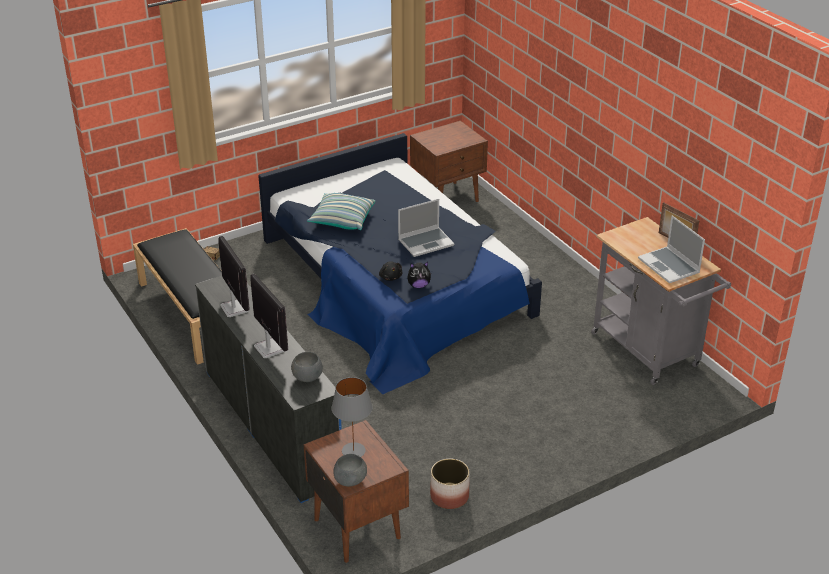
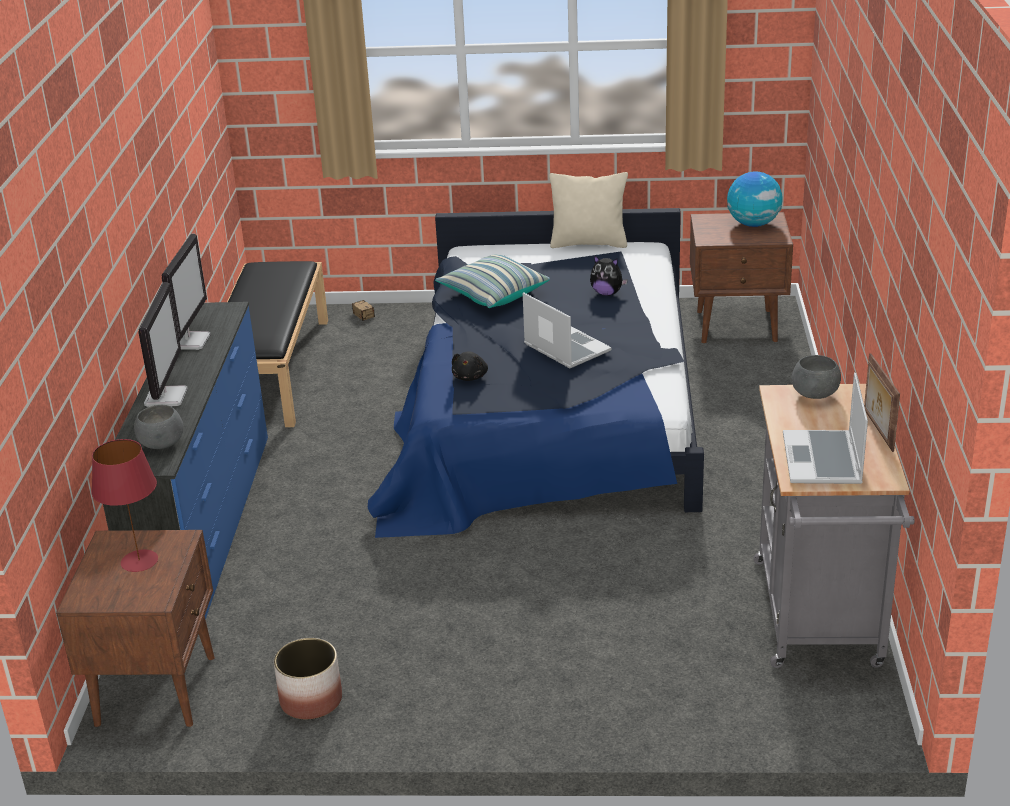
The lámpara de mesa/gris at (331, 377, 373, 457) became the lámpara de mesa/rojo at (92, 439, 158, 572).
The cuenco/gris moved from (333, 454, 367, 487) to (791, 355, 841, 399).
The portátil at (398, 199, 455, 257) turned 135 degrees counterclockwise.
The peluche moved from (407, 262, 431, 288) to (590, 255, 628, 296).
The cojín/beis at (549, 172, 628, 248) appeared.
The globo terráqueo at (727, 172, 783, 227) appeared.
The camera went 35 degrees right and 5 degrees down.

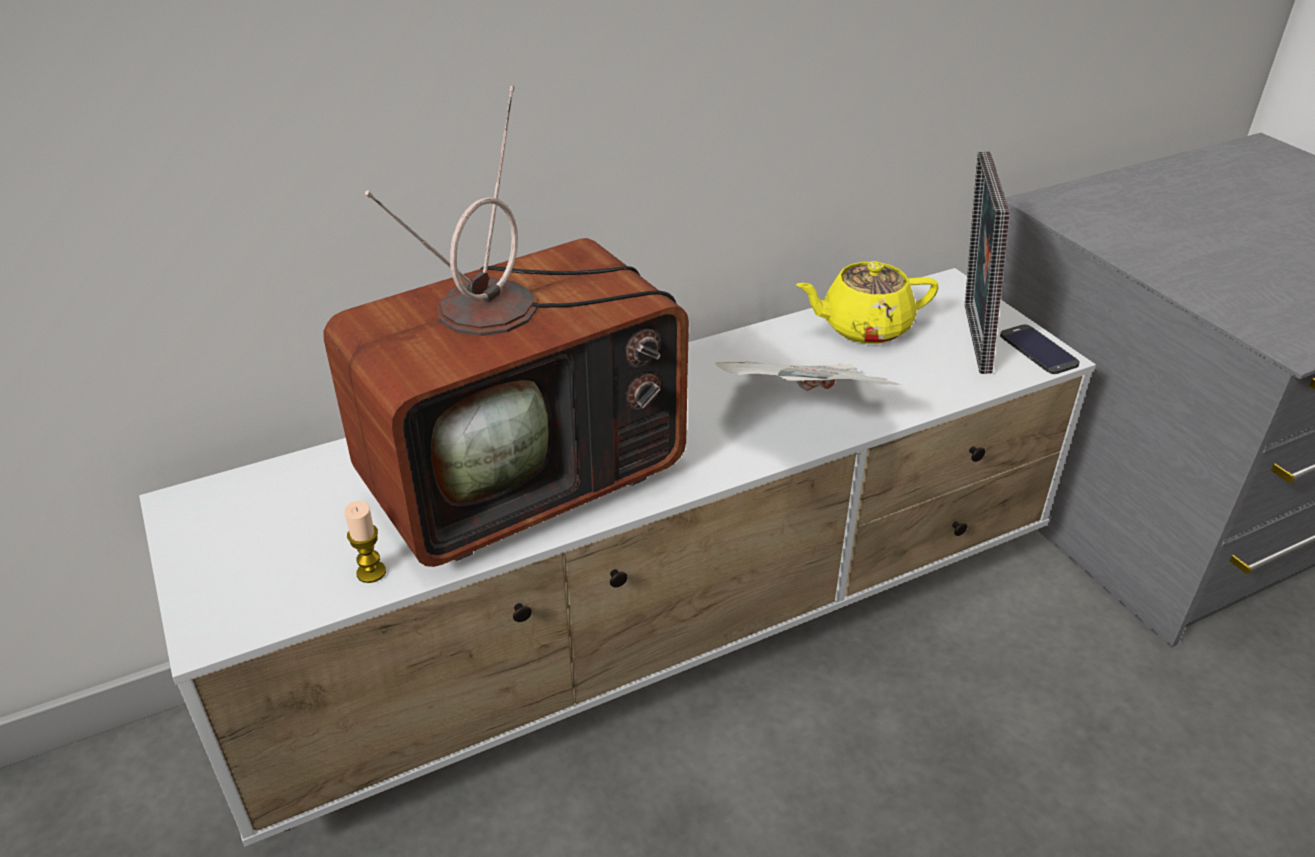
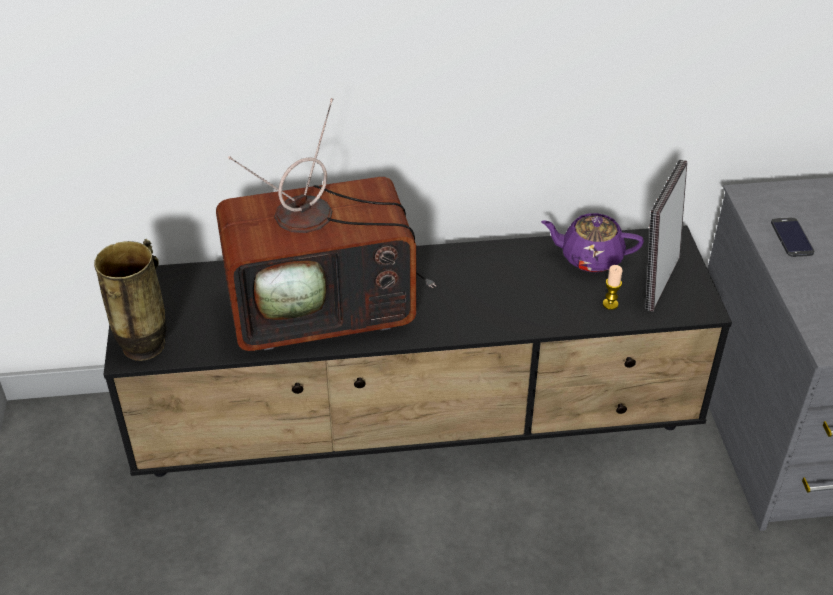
The mueble de televisión/blanco at (139, 268, 1096, 847) became the mueble de televisión/negro at (103, 226, 732, 477).
The vela moved from (345, 501, 386, 583) to (603, 265, 622, 310).
The periódico at (716, 361, 901, 391) disappeared.
The tetera/amarillo at (796, 261, 939, 344) became the tetera/morado at (541, 213, 644, 272).
The móvil moved from (1000, 324, 1080, 374) to (771, 217, 814, 257).
The florero at (94, 239, 166, 361) appeared.
The camera went 20 degrees right and 5 degrees up.

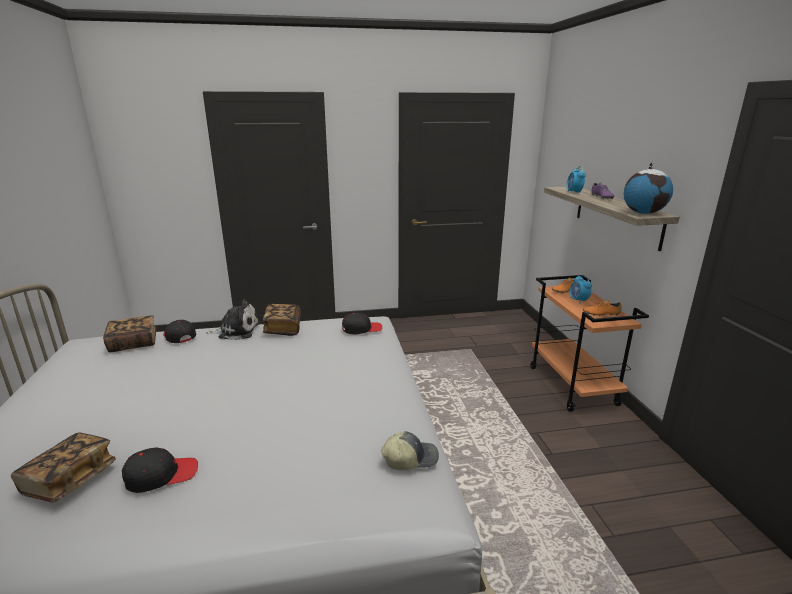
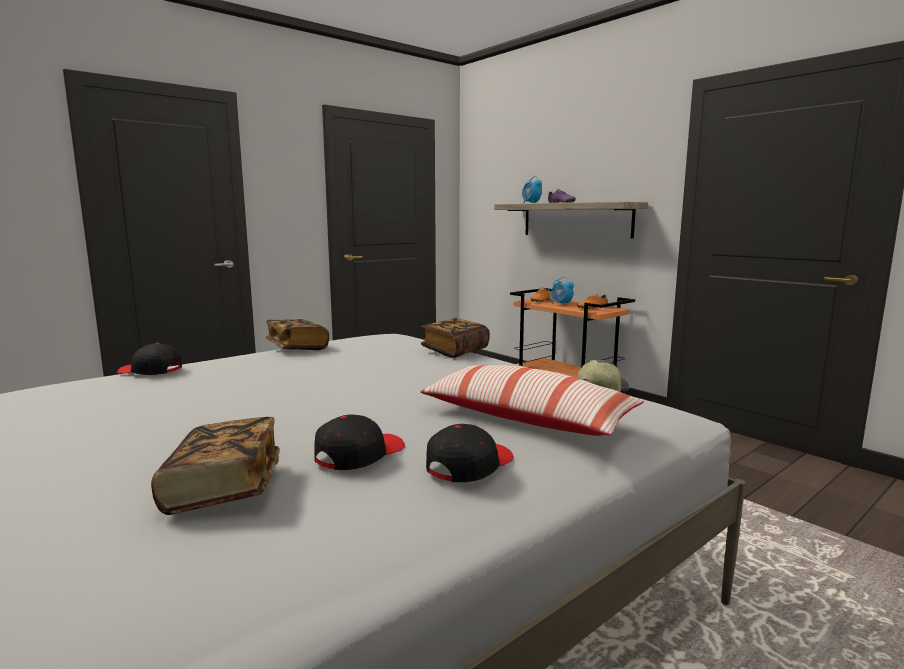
The libro moved from (103, 315, 157, 352) to (421, 318, 489, 358).
The peluche at (206, 299, 259, 340) disappeared.
The gorra/negro moved from (342, 312, 382, 334) to (426, 424, 514, 482).
The globo terráqueo at (623, 162, 673, 214) disappeared.
The cojín at (420, 365, 644, 436) appeared.
The camera went 30 degrees left and 10 degrees down.

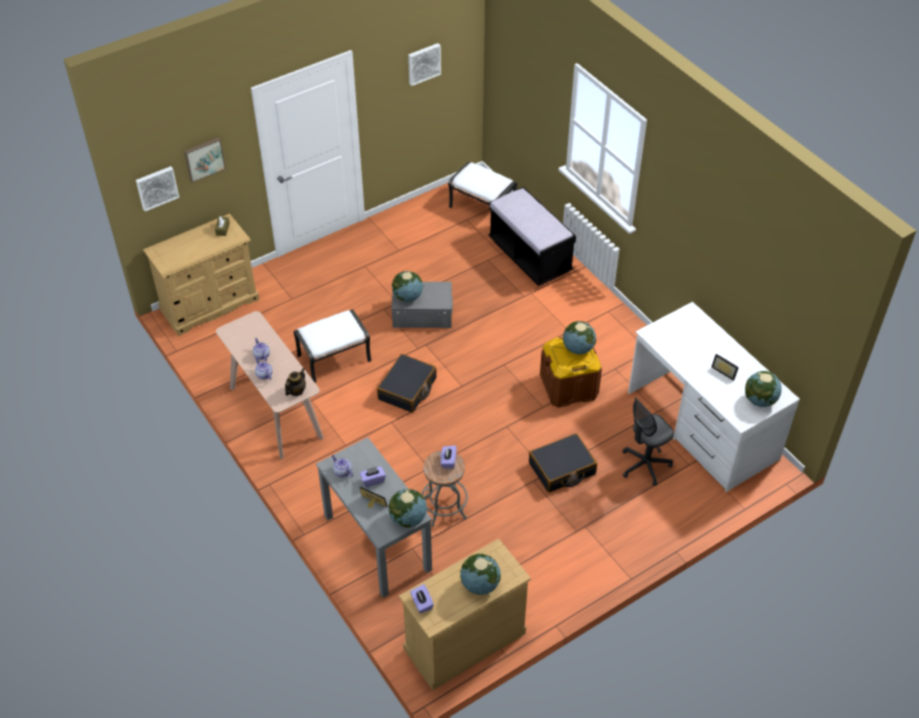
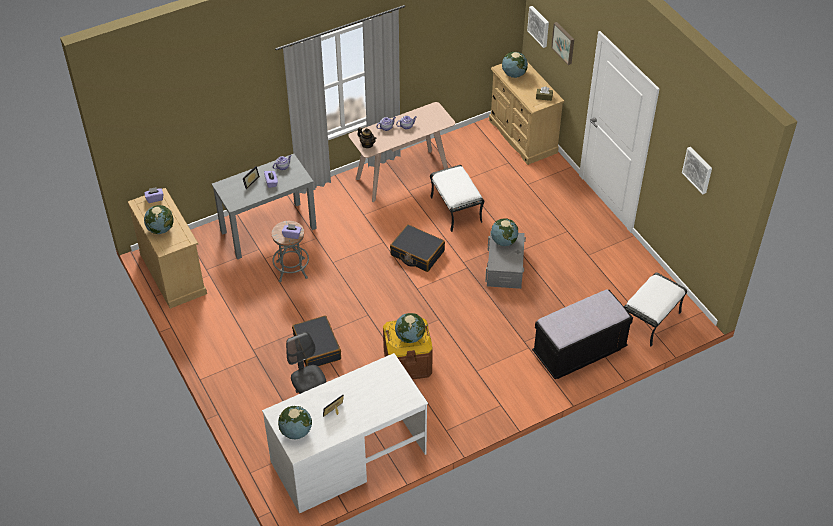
The globo terráqueo moved from (388, 489, 427, 528) to (502, 52, 528, 78).
The camera went 95 degrees right and 0 degrees up.

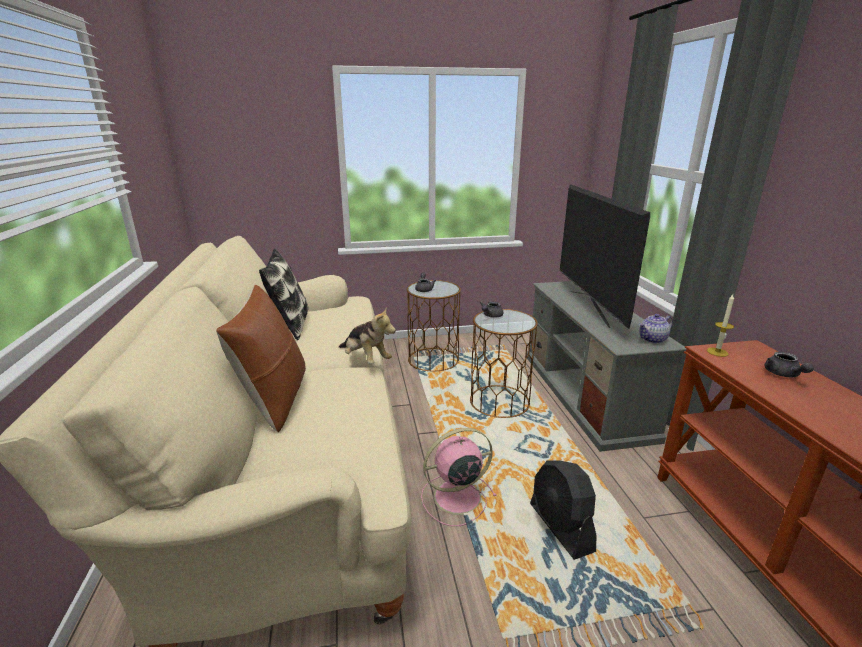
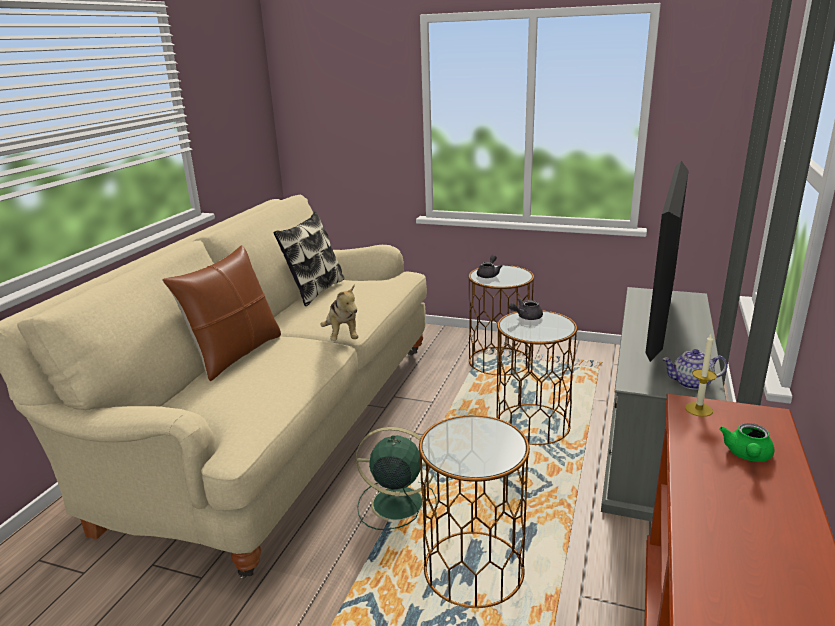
The ventilador/rosa at (421, 428, 497, 526) became the ventilador/verde at (356, 427, 437, 530).
The ventilador/negro at (530, 461, 596, 560) was replaced by the mesa auxiliar/marrón at (419, 415, 530, 608).
The tetera/gris at (764, 352, 814, 377) became the tetera/verde at (719, 423, 774, 462).
The camera went 30 degrees right and 0 degrees up.

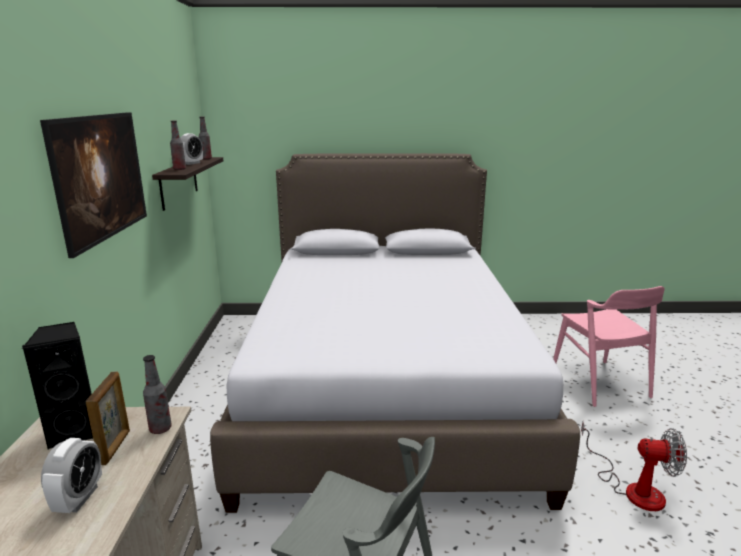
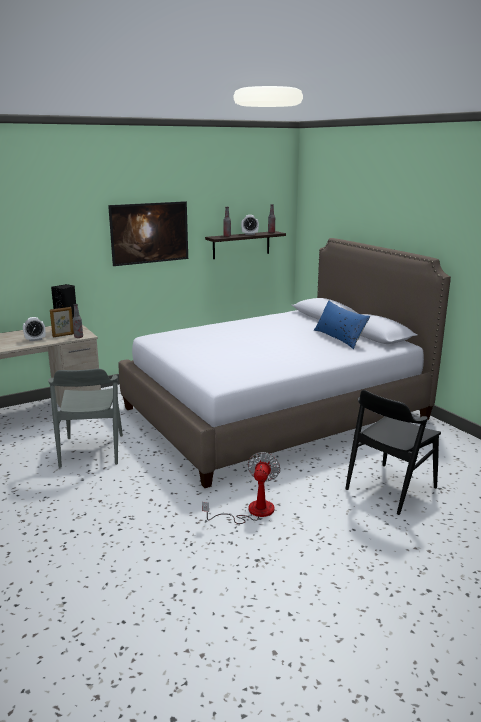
The silla/rosa at (553, 286, 665, 407) became the silla/negro at (345, 390, 441, 515).
The ventilador at (581, 422, 687, 511) turned 150 degrees counterclockwise.
The cojín/azul at (314, 301, 370, 349) appeared.
The camera went 60 degrees right and 0 degrees up.

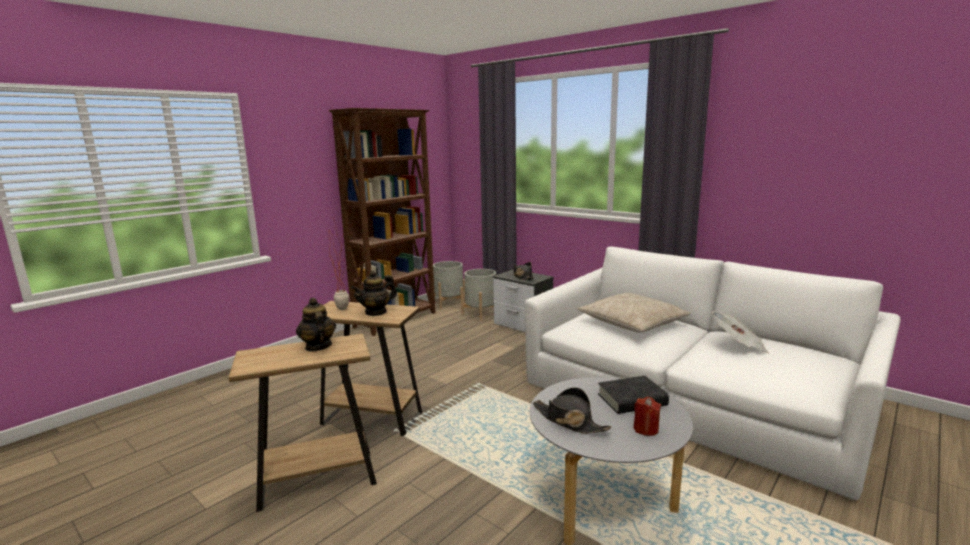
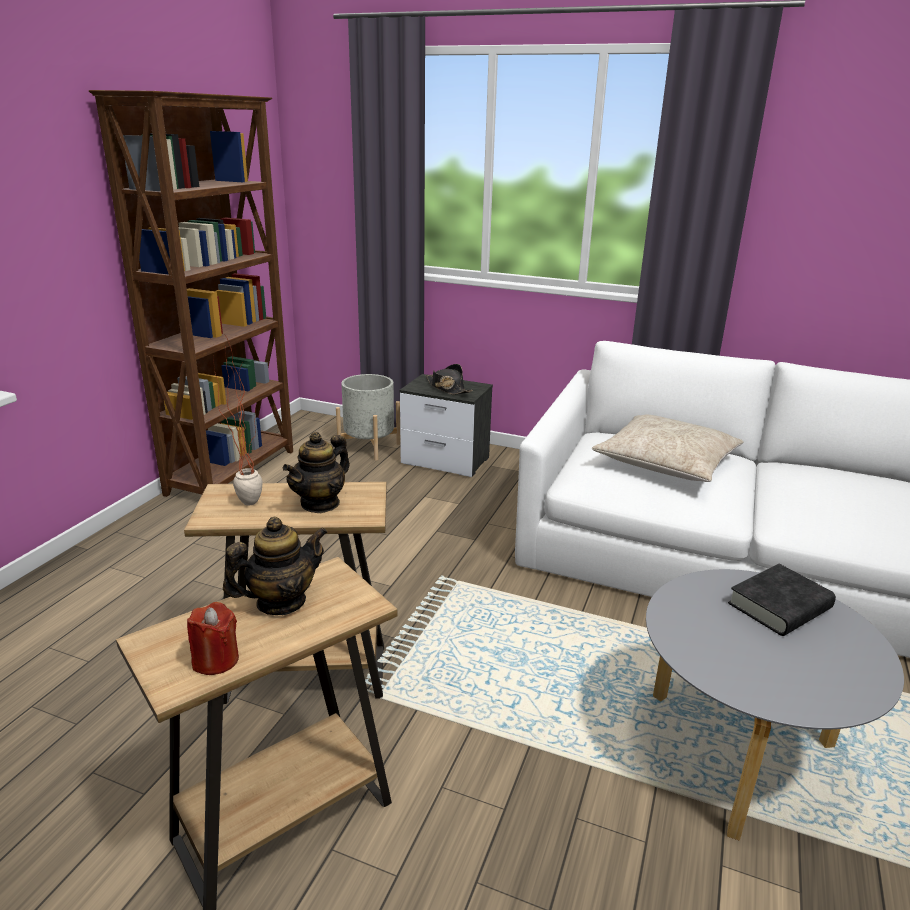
The tetera at (296, 298, 336, 352) turned 105 degrees clockwise.
The maceta/gris at (433, 261, 466, 310) disappeared.
The sombrero/negro at (533, 387, 611, 434) disappeared.
The vela/rojo moved from (634, 397, 661, 436) to (187, 602, 239, 675).
The periódico at (712, 311, 770, 354) disappeared.
The camera went 20 degrees left and 10 degrees up.

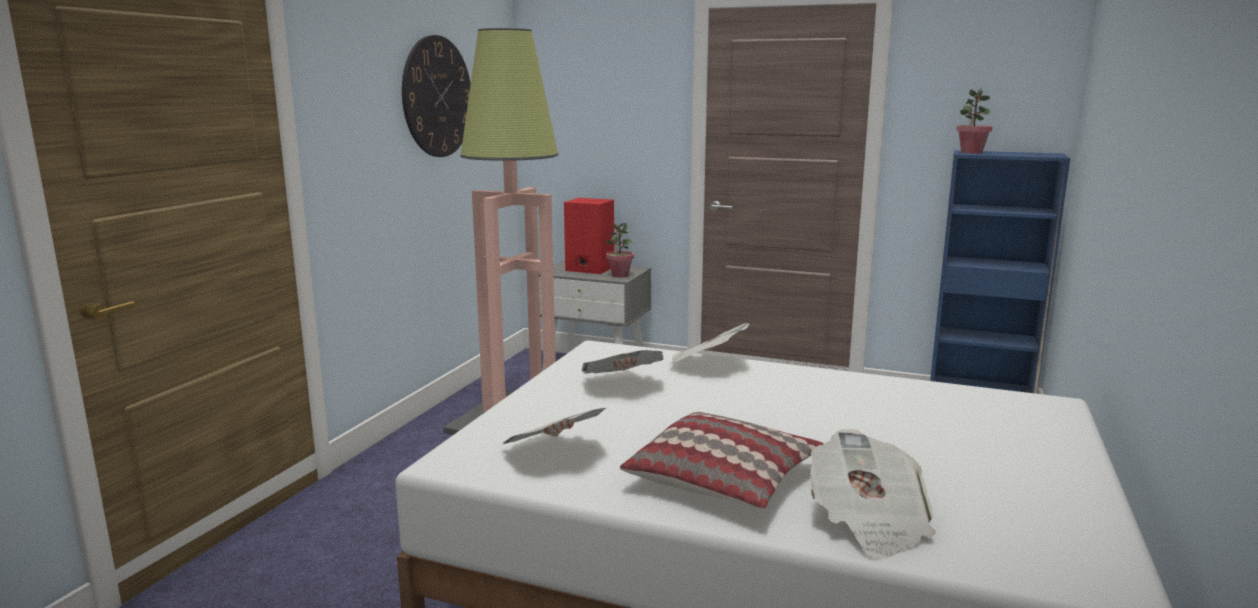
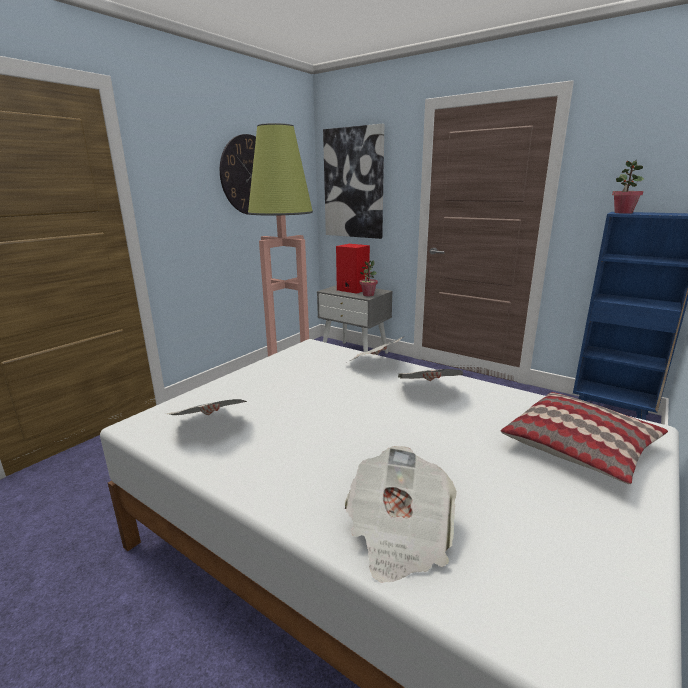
The periódico moved from (582, 350, 663, 373) to (398, 369, 463, 381).
The cojín moved from (620, 412, 824, 509) to (501, 392, 668, 484).
The cuadro at (323, 124, 384, 239) appeared.
The camera went 15 degrees right and 5 degrees up.

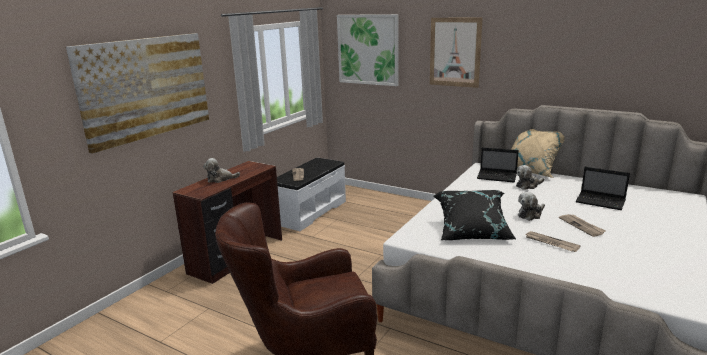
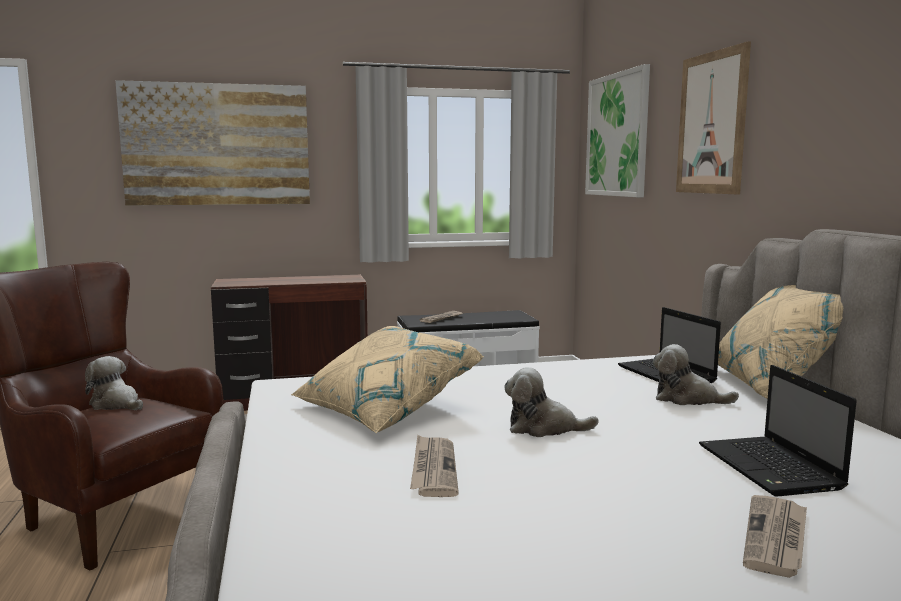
The peluche moved from (203, 158, 240, 183) to (85, 356, 143, 410).
The cojín/negro at (433, 190, 516, 240) became the cojín/beis at (291, 326, 484, 433).
The periódico moved from (559, 214, 606, 237) to (743, 495, 807, 578).
The camera went 45 degrees right and 10 degrees down.

